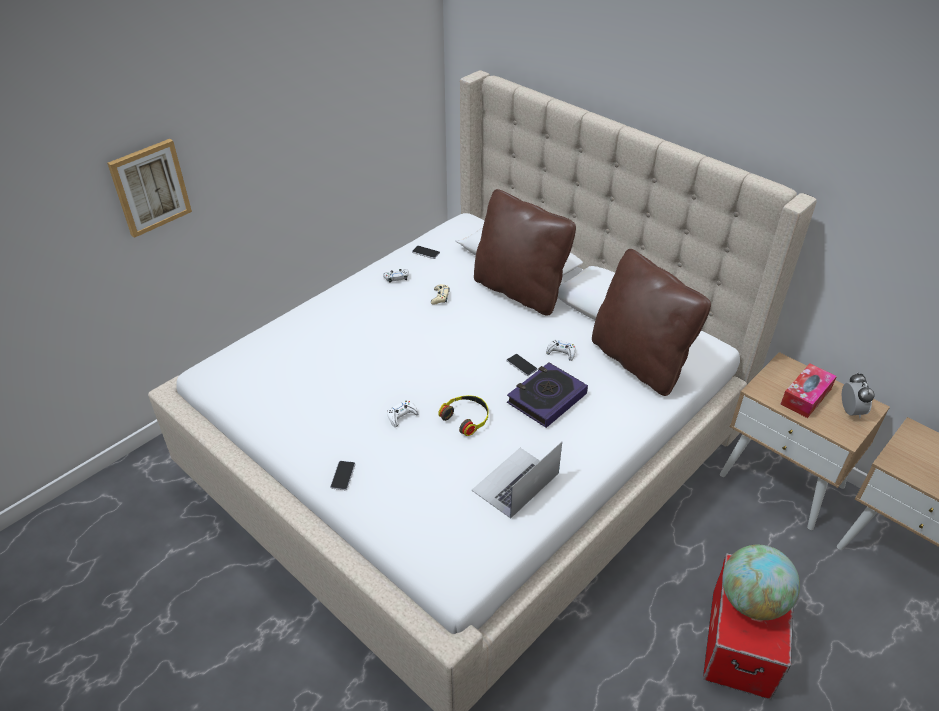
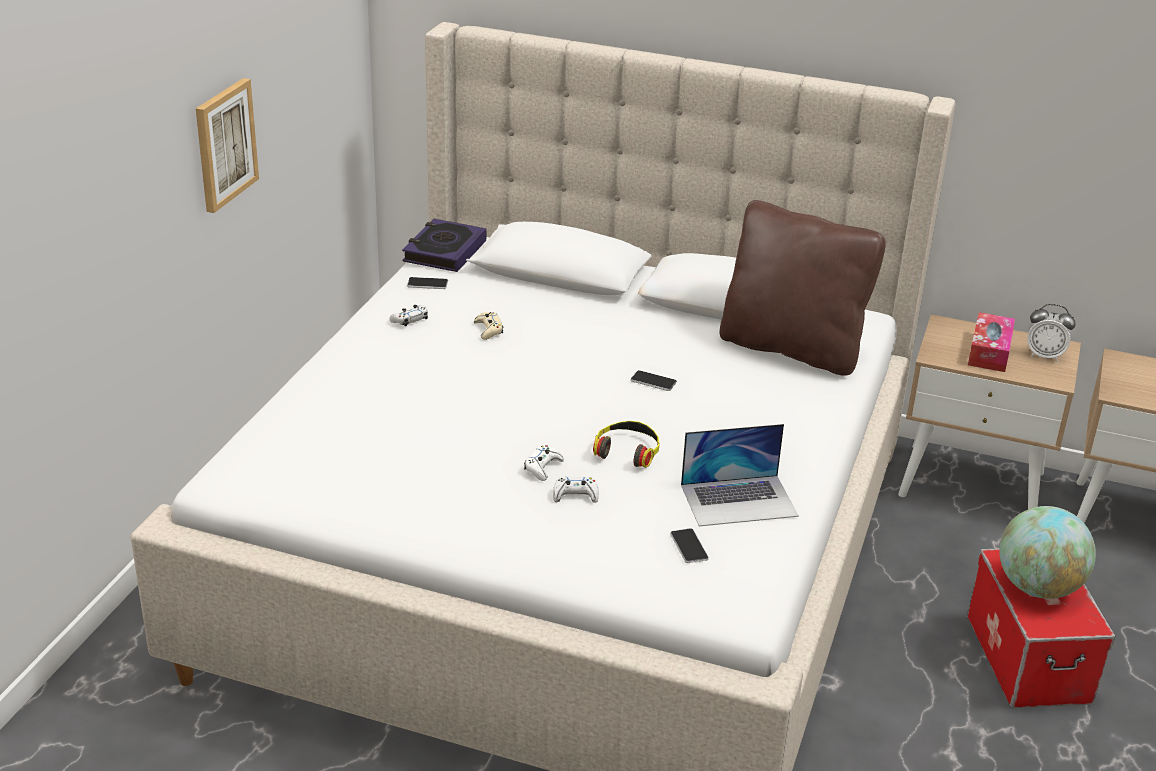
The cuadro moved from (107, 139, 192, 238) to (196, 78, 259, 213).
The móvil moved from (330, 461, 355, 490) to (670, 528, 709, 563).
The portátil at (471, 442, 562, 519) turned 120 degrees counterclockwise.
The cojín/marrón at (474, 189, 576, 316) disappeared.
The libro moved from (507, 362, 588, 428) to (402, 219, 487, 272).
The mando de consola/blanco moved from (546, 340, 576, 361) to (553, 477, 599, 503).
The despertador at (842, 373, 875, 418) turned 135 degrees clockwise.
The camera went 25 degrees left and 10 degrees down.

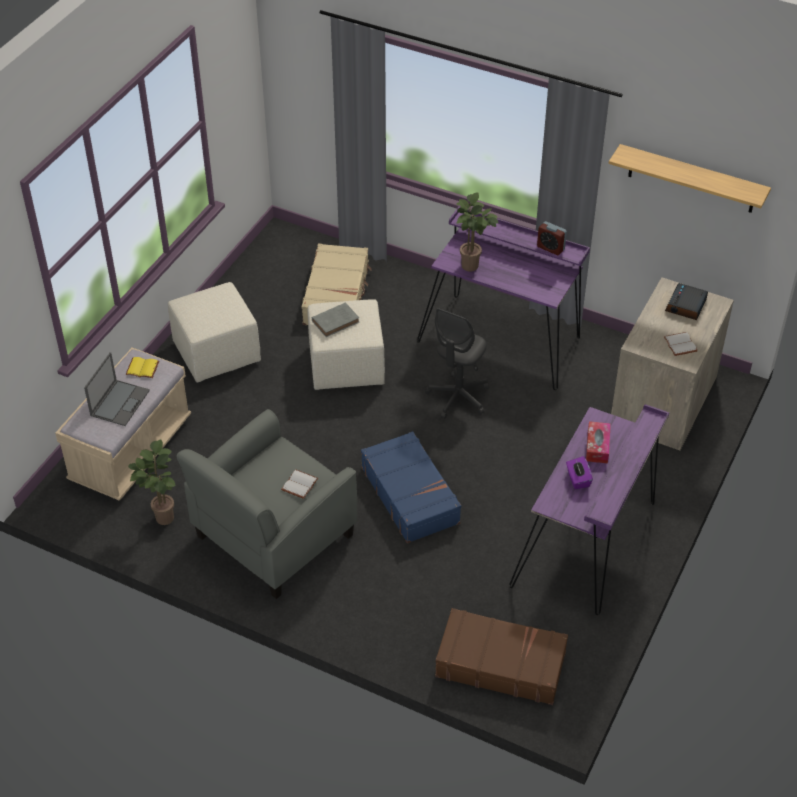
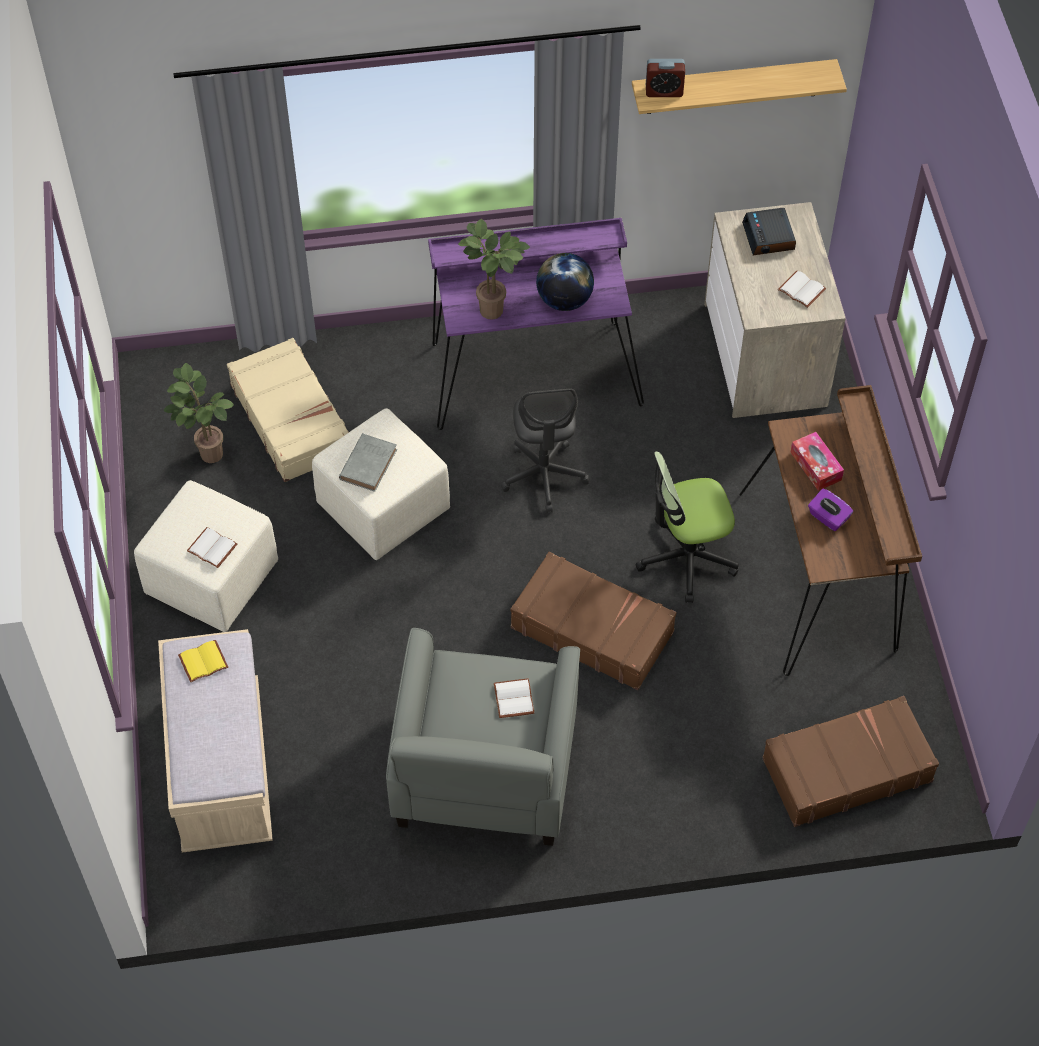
The portátil at (84, 352, 150, 426) disappeared.
The planta en maceta moved from (128, 440, 175, 525) to (163, 363, 234, 463).
The maleta/azul at (361, 431, 461, 543) became the maleta/marrón at (510, 552, 676, 690).
The escritorio/morado at (509, 404, 669, 615) became the escritorio/marrón at (739, 385, 922, 676).
The despertador moved from (537, 221, 567, 255) to (646, 59, 685, 97).
The libro/blanco at (187, 527, 237, 568) appeared.
The globo terráqueo at (536, 253, 594, 311) appeared.
The silla de oficina at (636, 451, 739, 603) appeared.
The camera went 35 degrees left and 10 degrees up.

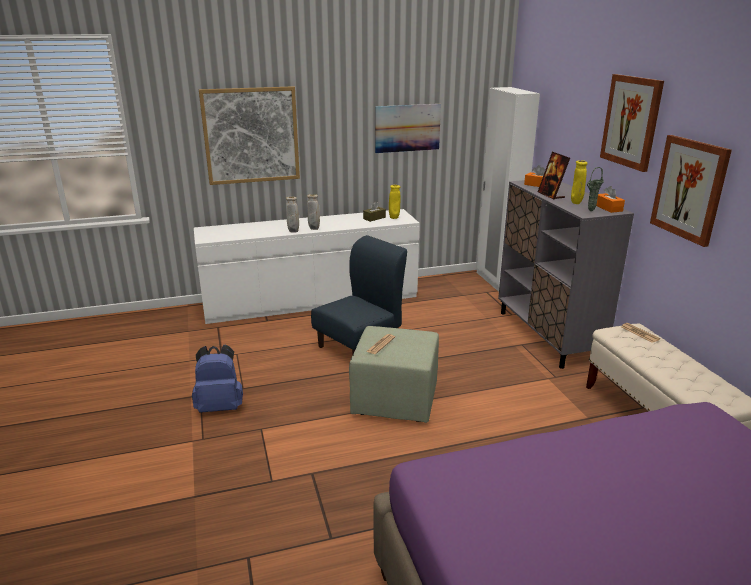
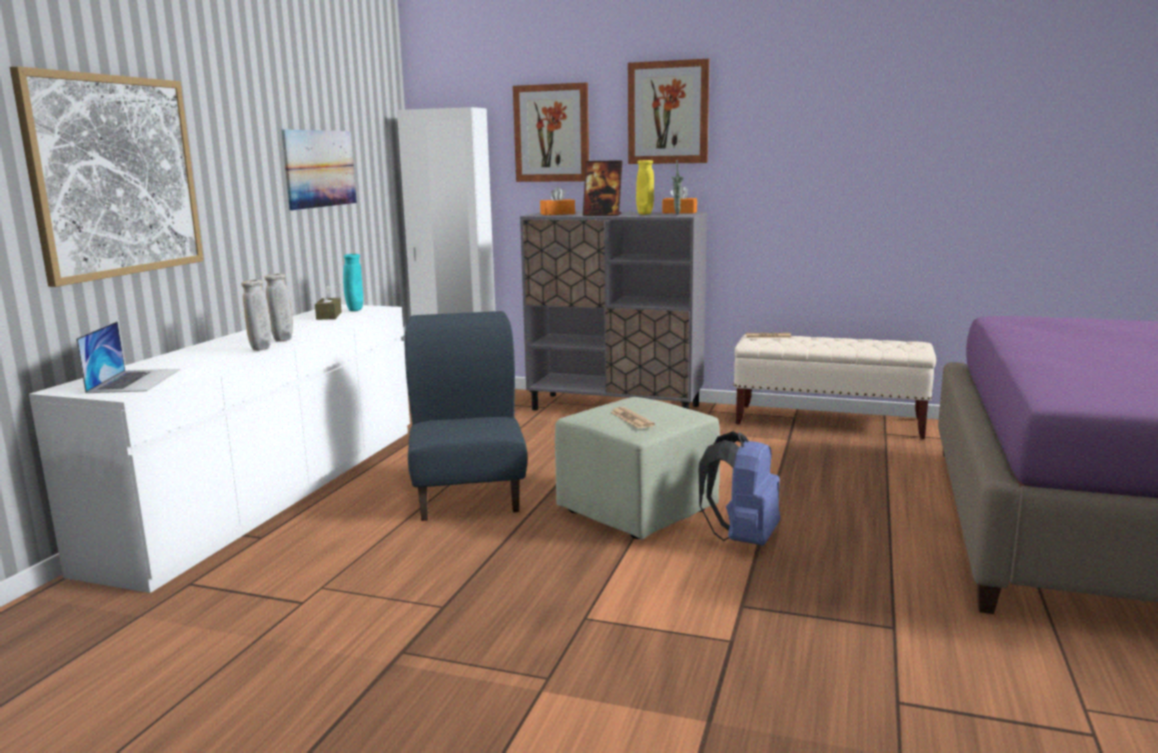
The mochila/azul moved from (192, 345, 243, 413) to (699, 431, 780, 545).
The florero/amarillo at (389, 185, 400, 219) became the florero/turquesa at (343, 254, 363, 311).
The cuadro moved from (650, 135, 732, 247) to (513, 83, 589, 182).
The portátil at (76, 321, 180, 393) appeared.
The camera went 55 degrees left and 10 degrees down.

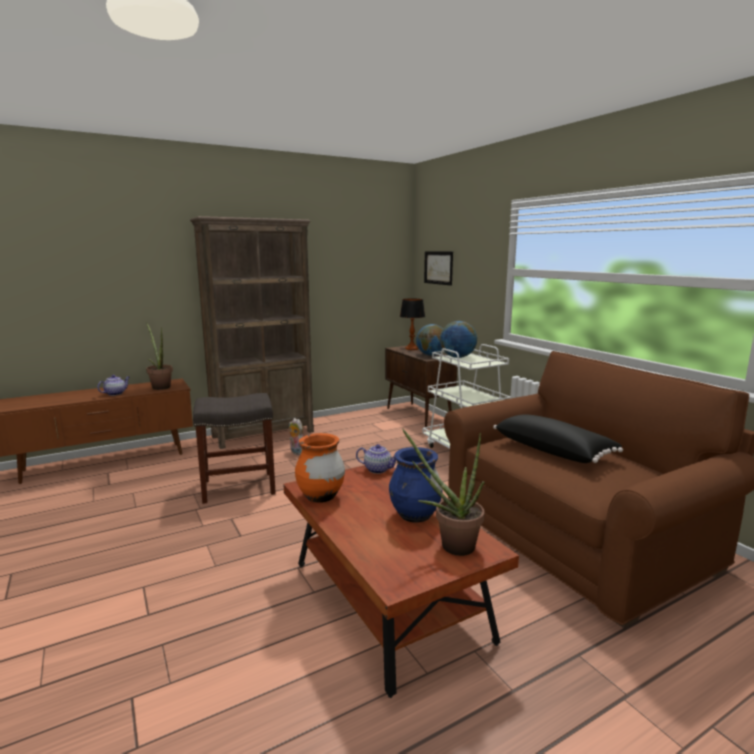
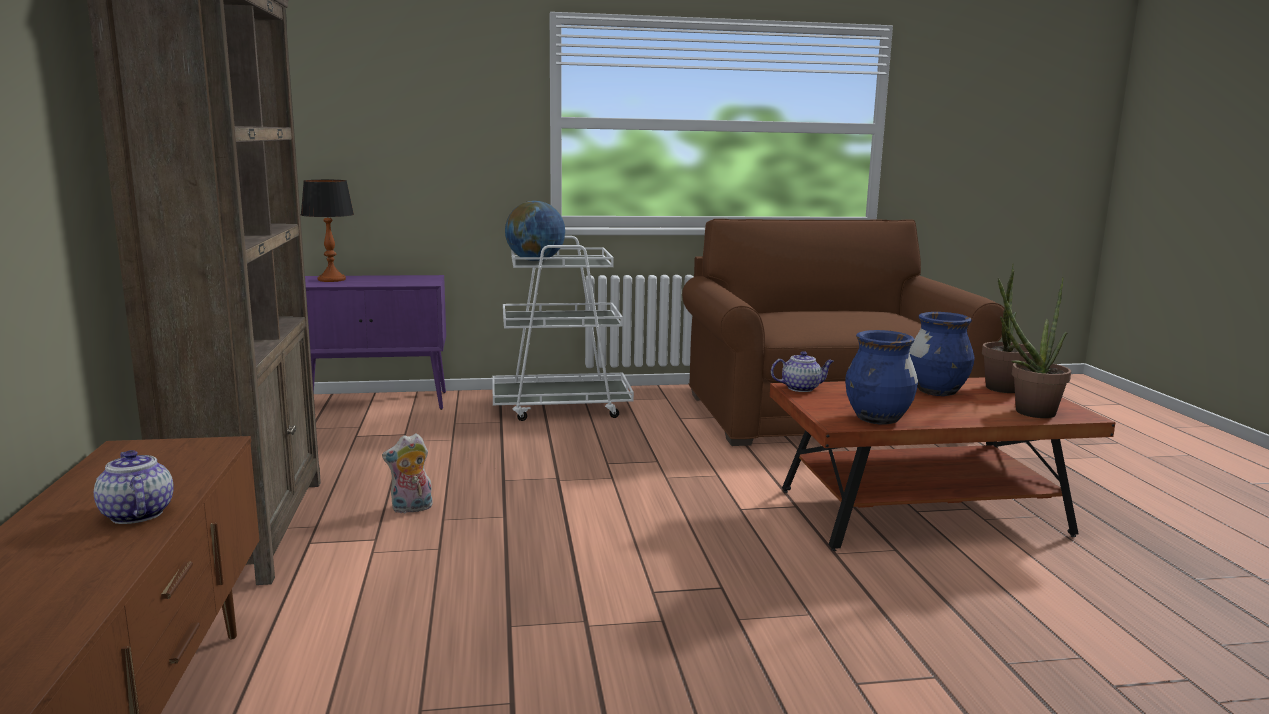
The planta en maceta moved from (146, 322, 173, 390) to (998, 277, 1071, 418).
The taburete/gris at (193, 393, 276, 504) disappeared.
The florero/naranja at (295, 433, 345, 503) became the florero/azul at (845, 330, 918, 425).
The tetera at (356, 444, 396, 474) turned 45 degrees clockwise.
The armario/marrón at (385, 346, 457, 427) became the armario/morado at (305, 275, 446, 410).
The globo terráqueo at (416, 324, 444, 356) disappeared.
The cuadro at (424, 251, 453, 286) disappeared.
The cojín/negro at (493, 414, 623, 463) disappeared.
The camera went 70 degrees left and 0 degrees up.

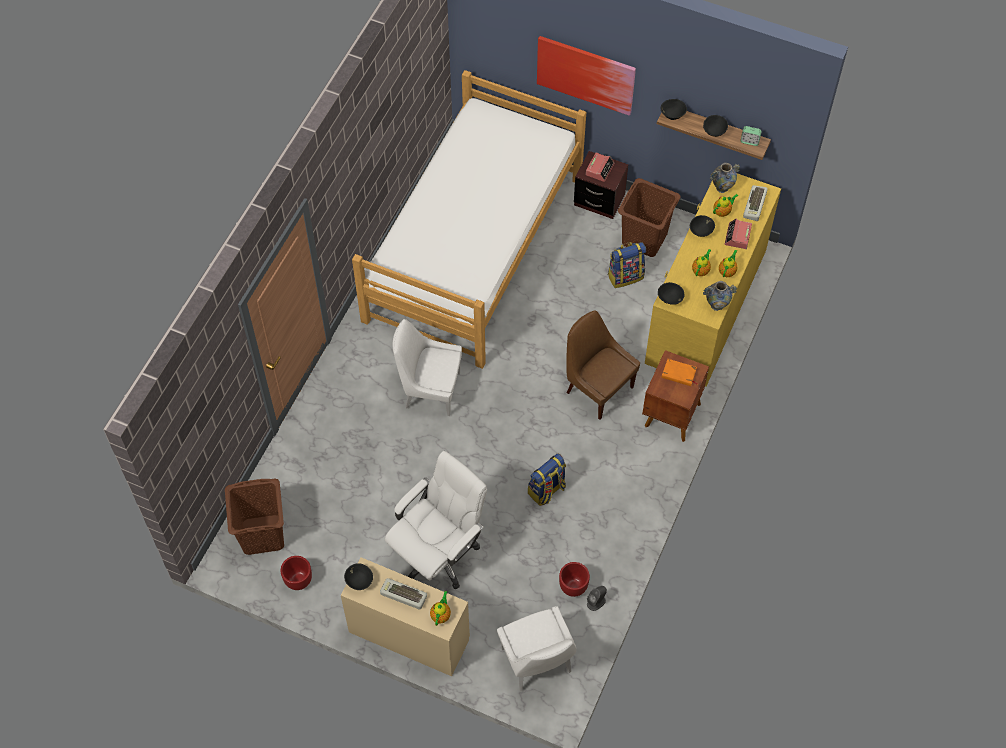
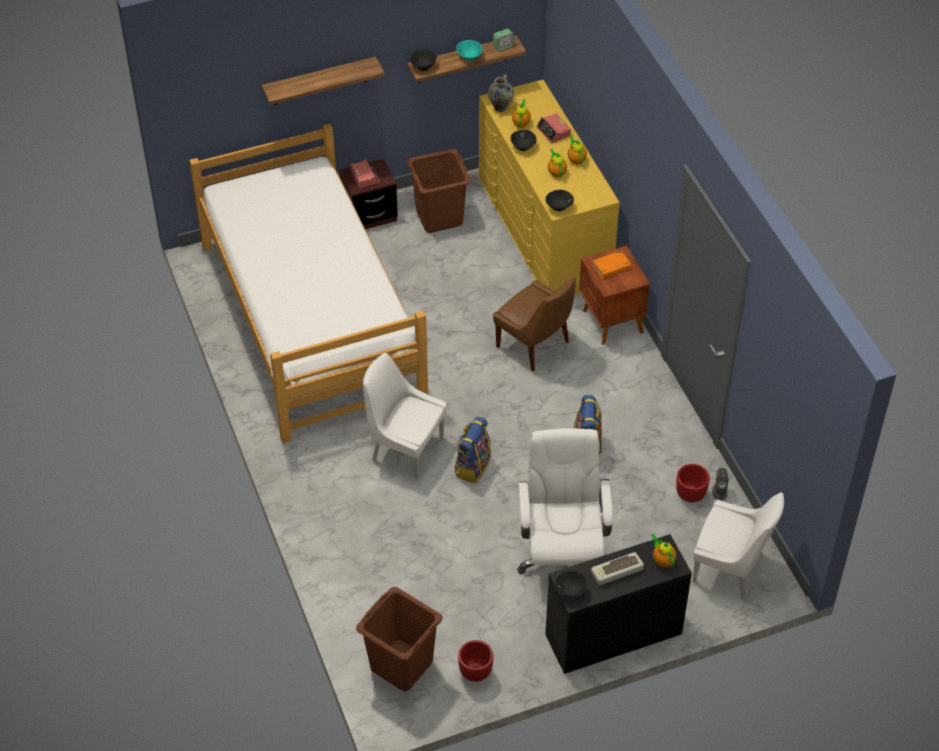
The escritorio/beis at (341, 557, 470, 676) became the escritorio/negro at (545, 534, 692, 674).
The silla/blanco at (393, 319, 462, 416) turned 60 degrees clockwise.
The cuadro at (537, 36, 636, 116) was replaced by the estante at (262, 57, 385, 105).
The silla/marrón at (566, 310, 640, 420) turned 135 degrees counterclockwise.
The mochila moved from (608, 242, 646, 288) to (455, 417, 491, 483).
The cuenco/negro at (703, 115, 728, 137) became the cuenco/turquesa at (456, 40, 483, 61).
The florero at (703, 281, 737, 311) disappeared.
The teclado at (743, 185, 768, 221) disappeared.
The camera went 45 degrees left and 10 degrees down.

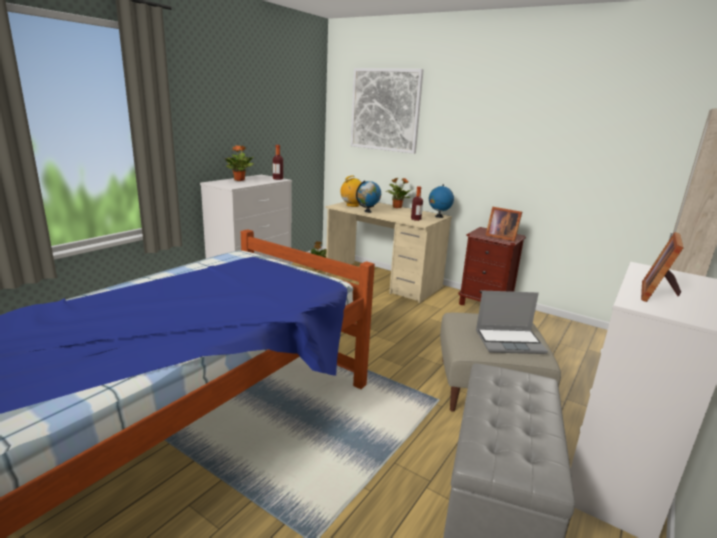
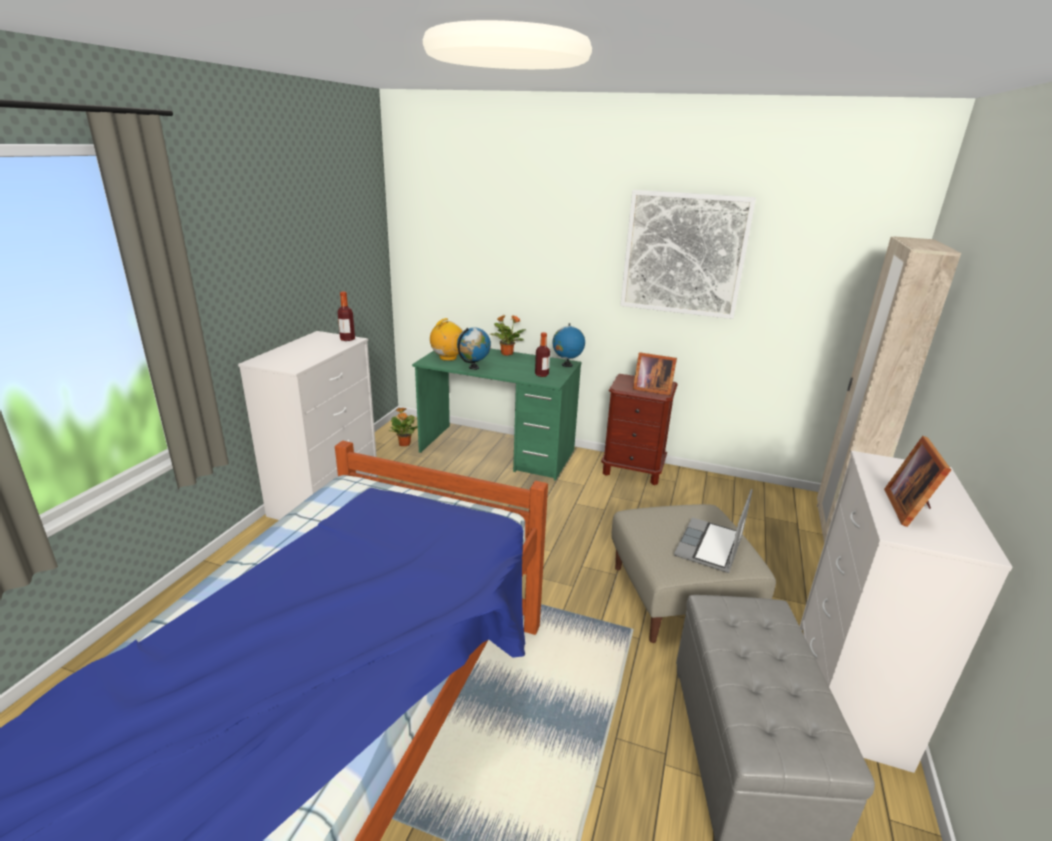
The planta en maceta at (224, 145, 254, 181) disappeared.
The escritorio/beis at (325, 202, 452, 303) became the escritorio/verde at (412, 349, 582, 481).
The cuadro moved from (350, 68, 424, 154) to (620, 190, 756, 319).
The portátil at (476, 291, 548, 354) turned 135 degrees clockwise.
The camera went 15 degrees left and 5 degrees up.

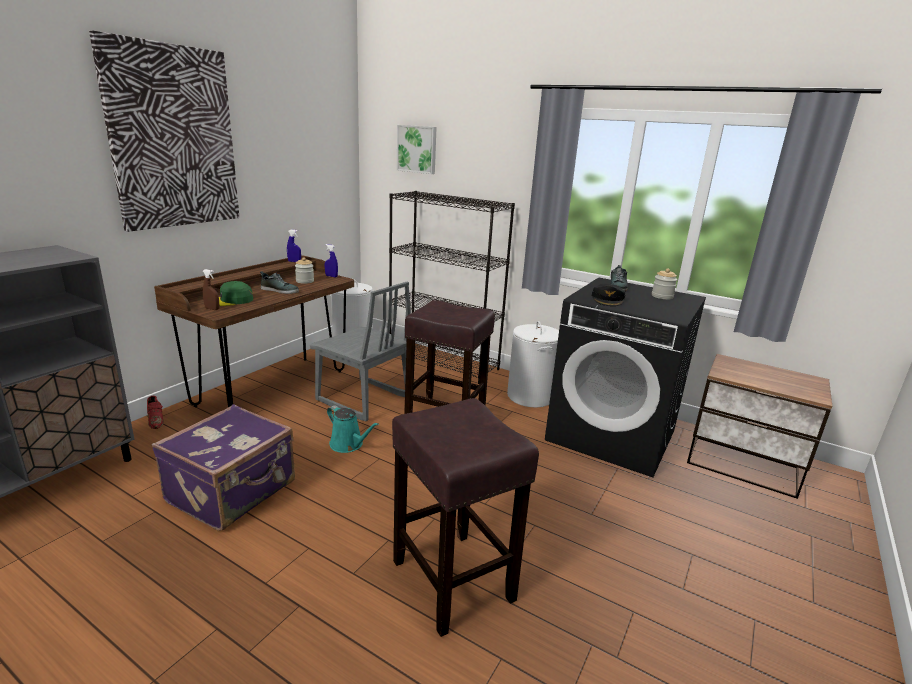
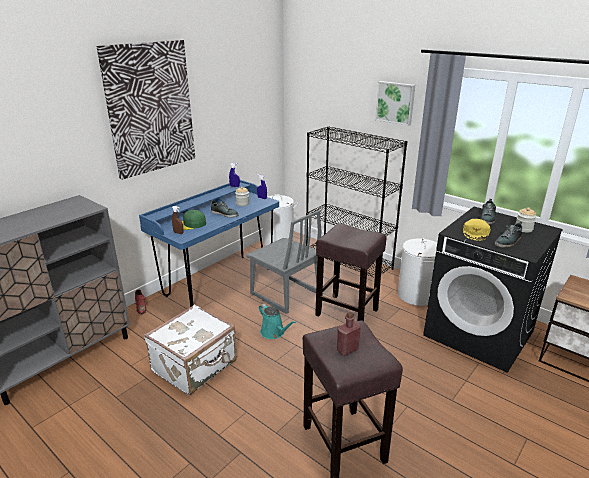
The maleta/morado at (152, 404, 295, 531) became the maleta/blanco at (144, 304, 237, 395).
The escritorio/marrón at (154, 255, 354, 407) became the escritorio/azul at (139, 180, 279, 307).
The cuadro moved from (397, 125, 437, 174) to (375, 81, 415, 126).
The gorra/negro at (592, 284, 625, 306) became the gorra/amarillo at (463, 219, 490, 241).
The botella/rojo at (337, 312, 361, 356) appeared.
The zapato at (495, 221, 522, 248) appeared.
The camera went 10 degrees right and 5 degrees up.

